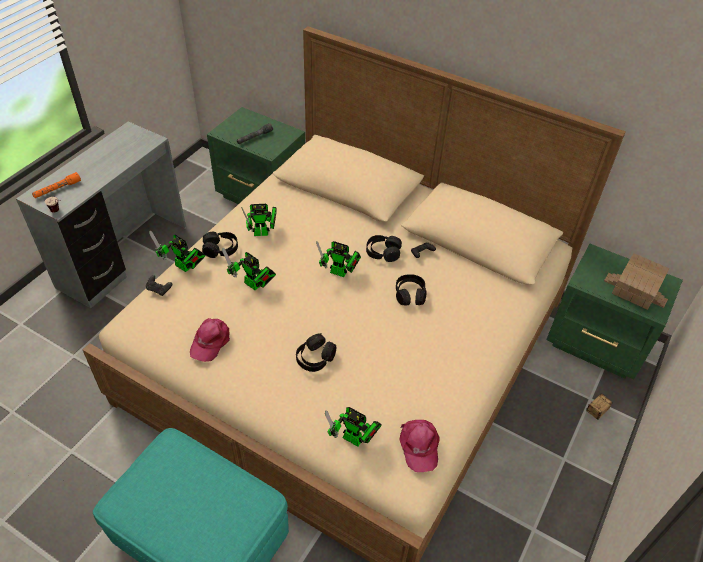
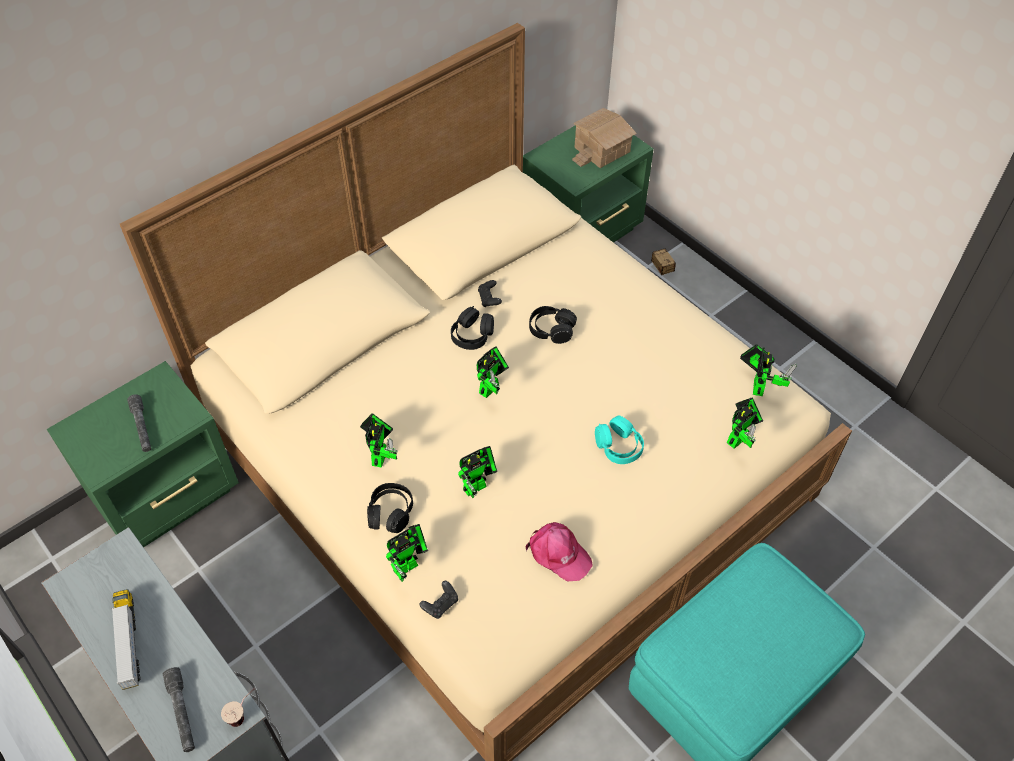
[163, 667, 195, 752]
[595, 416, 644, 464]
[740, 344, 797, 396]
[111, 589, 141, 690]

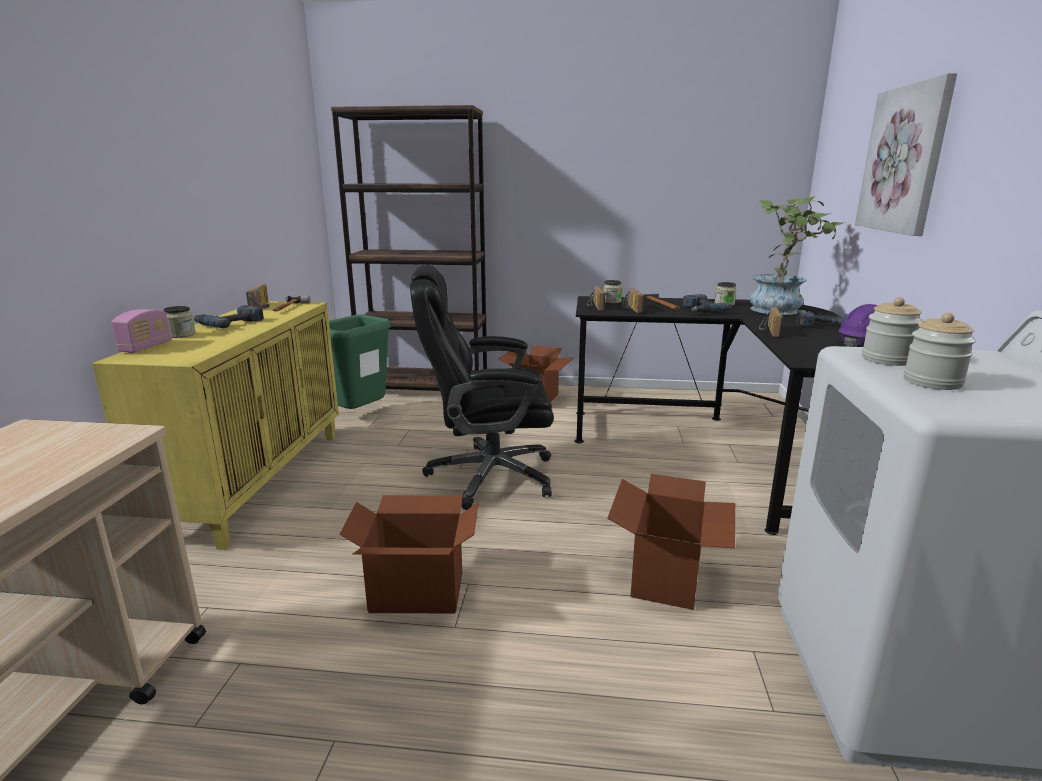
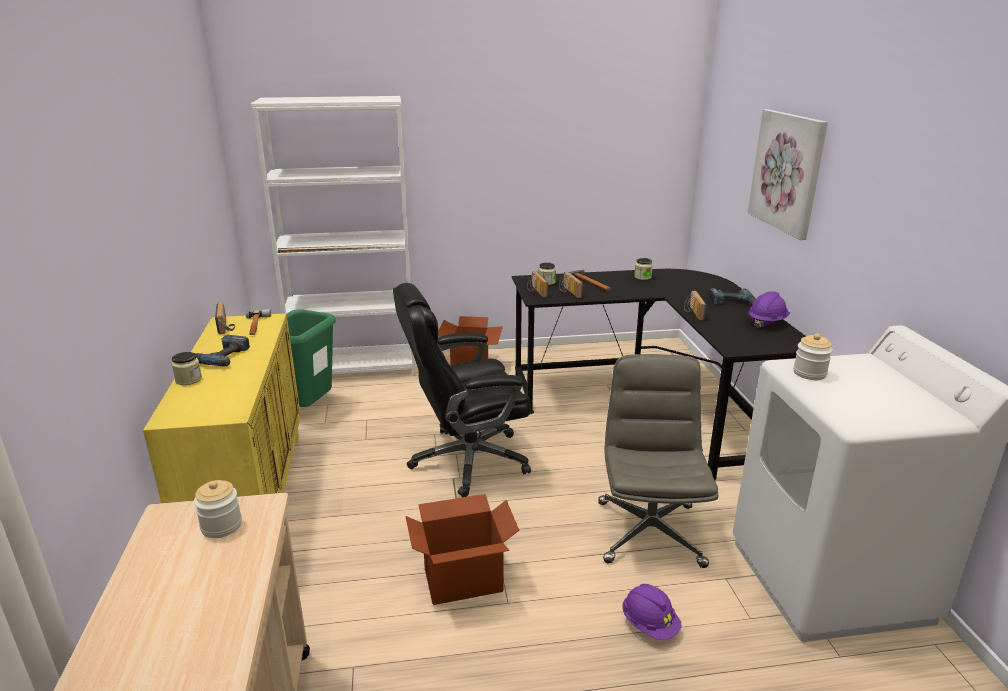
[251, 96, 416, 376]
[750, 196, 844, 315] (first image)
[683, 294, 732, 313] (first image)
[111, 309, 171, 353] (first image)
[194, 480, 242, 538]
[598, 354, 718, 568]
[622, 584, 681, 640]

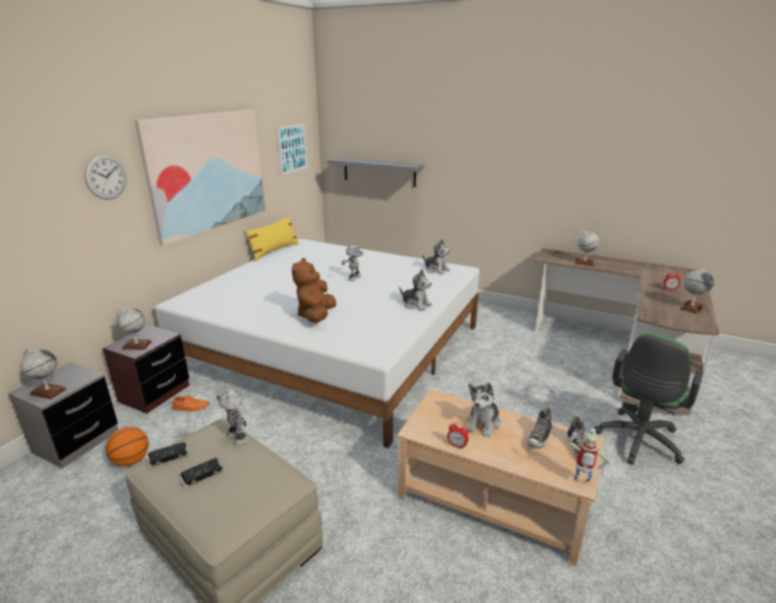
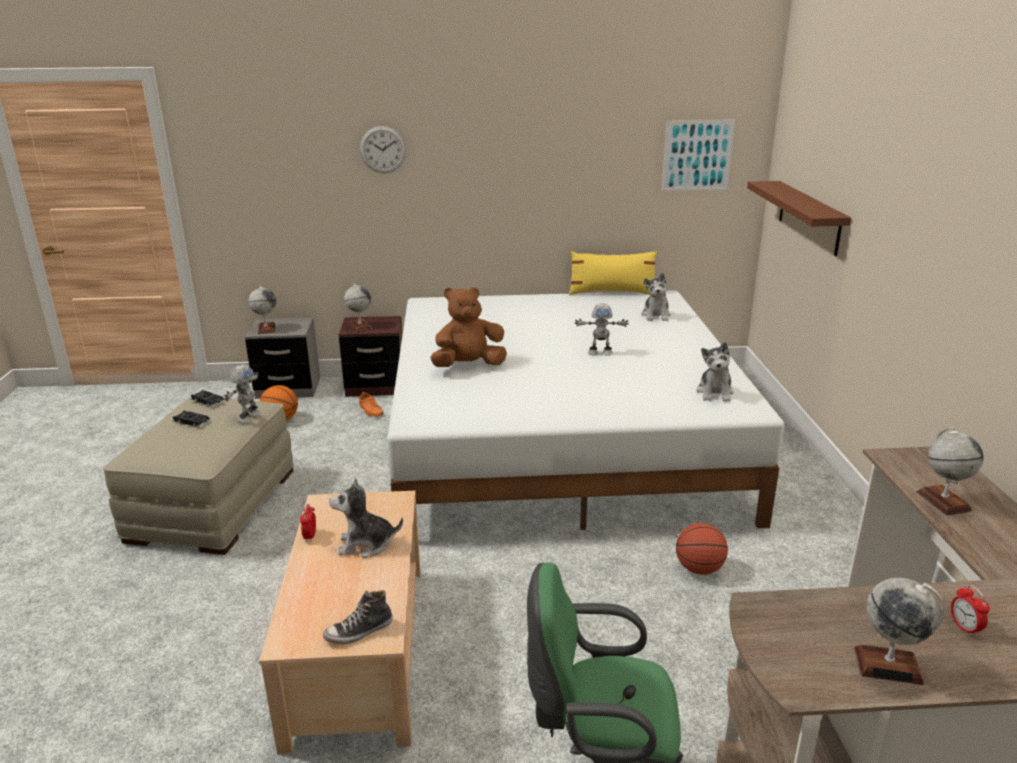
[135, 110, 265, 246] (first image)
[747, 181, 851, 256]
[642, 273, 671, 321]
[527, 408, 552, 448] (first image)
[568, 428, 609, 484] (first image)
[676, 523, 728, 575]

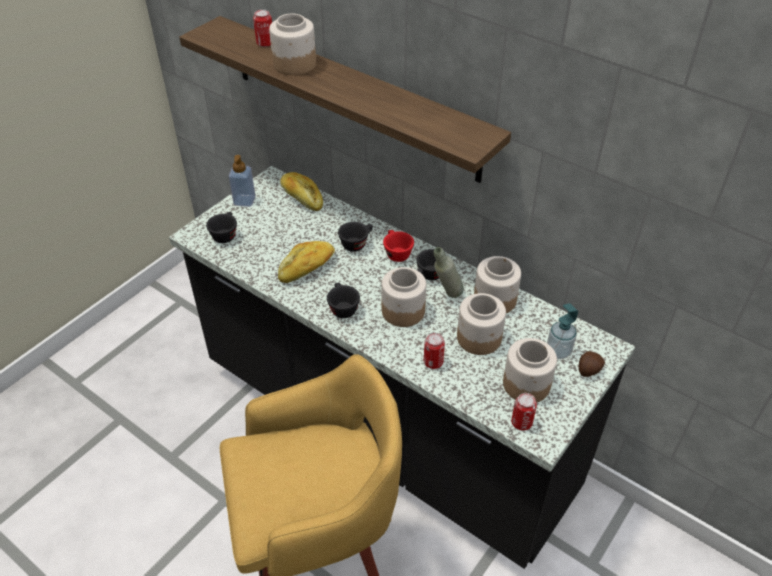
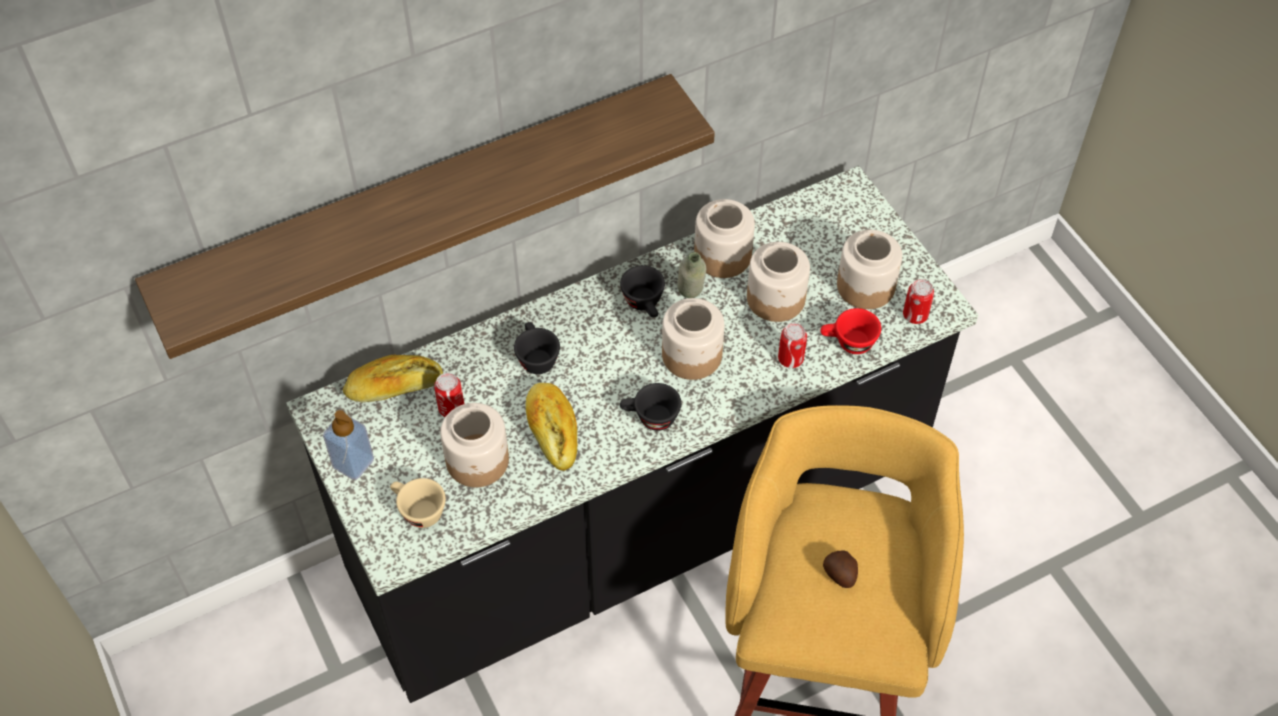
[434, 373, 464, 417]
[440, 403, 509, 487]
[390, 478, 446, 528]
[820, 308, 881, 354]
[547, 303, 578, 359] (first image)
[823, 550, 858, 588]

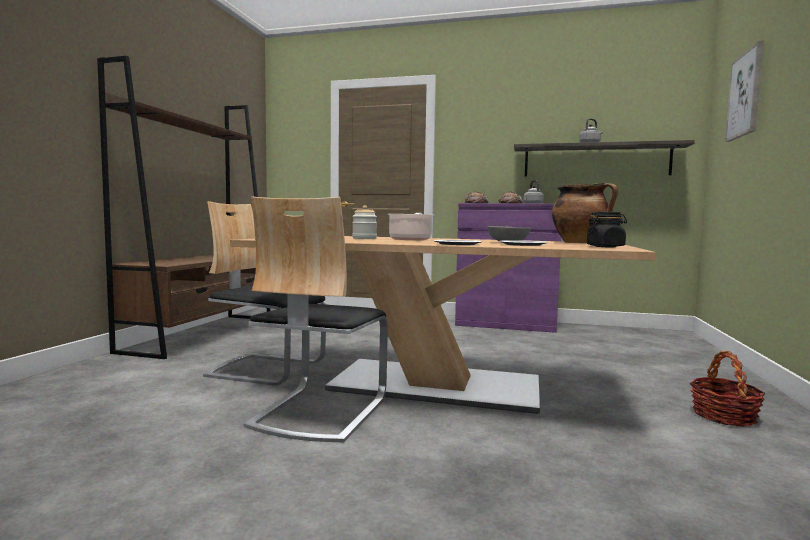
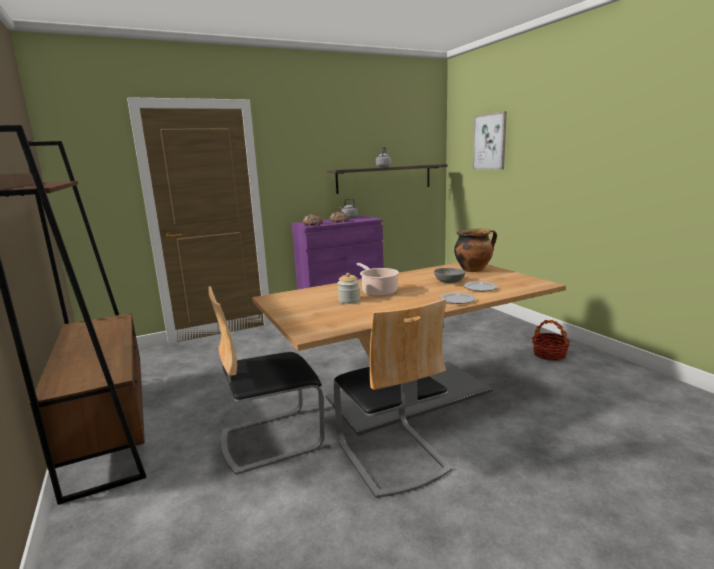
[587, 212, 627, 247] (first image)

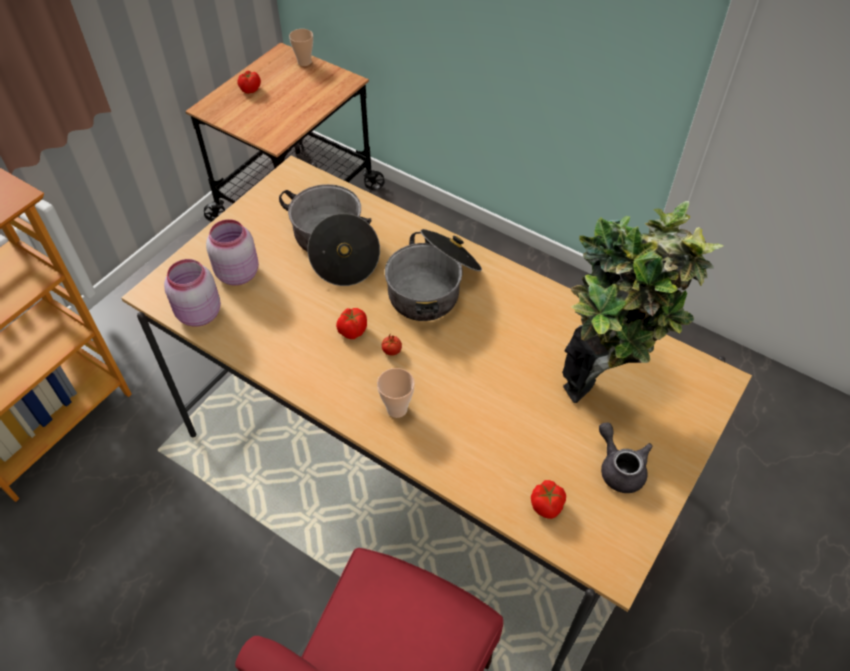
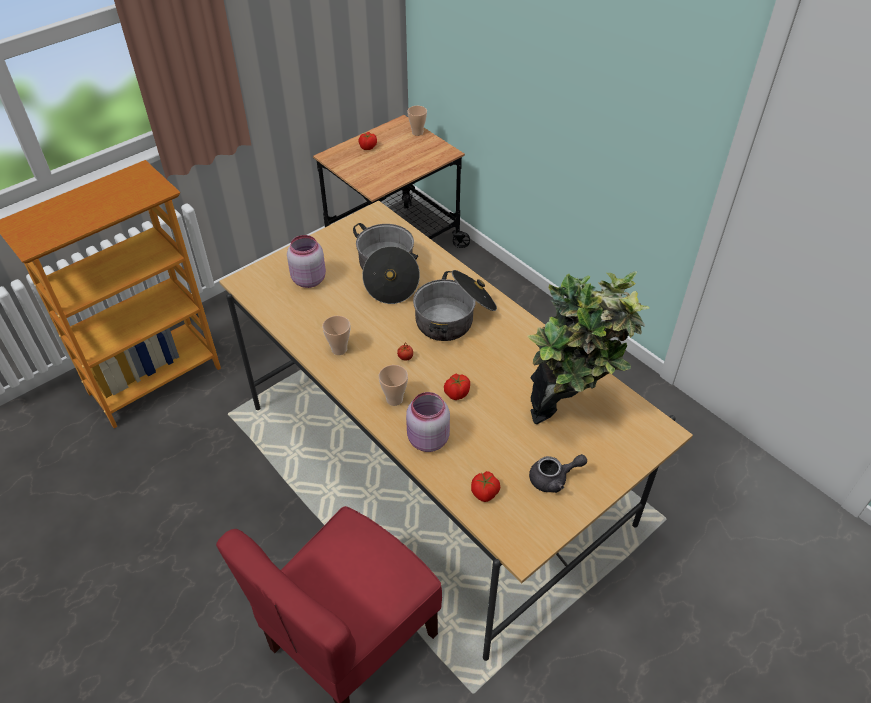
[406, 392, 450, 452]
[444, 373, 470, 400]
[529, 454, 587, 493]
[322, 316, 350, 355]

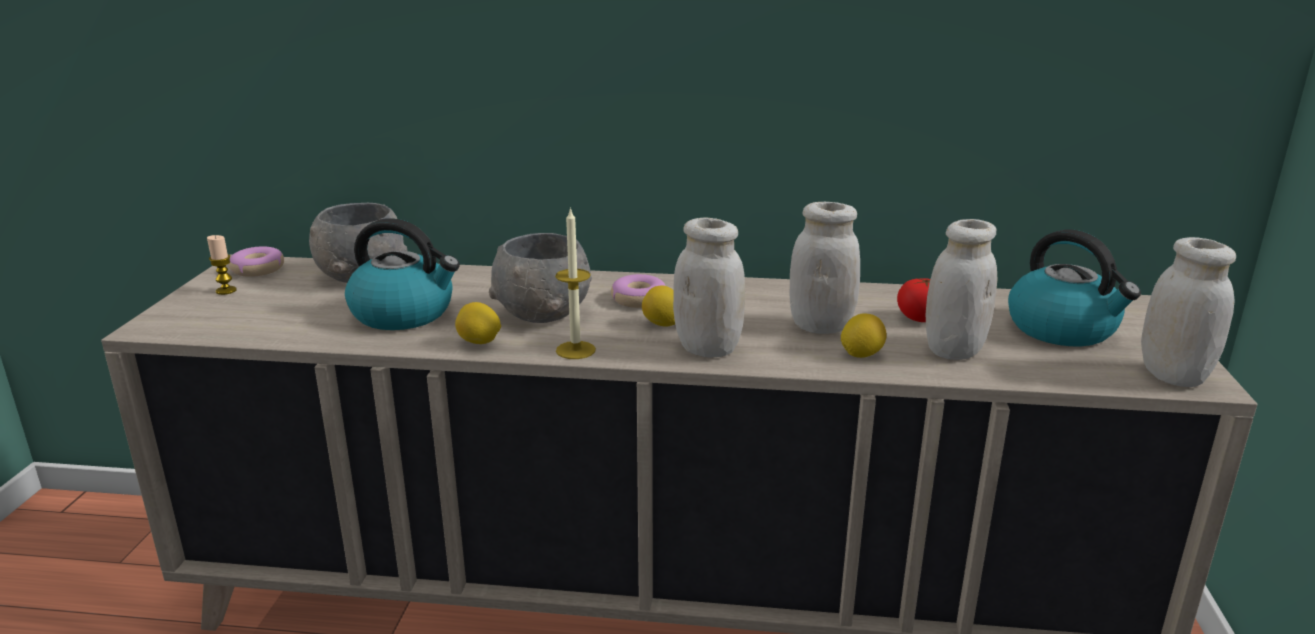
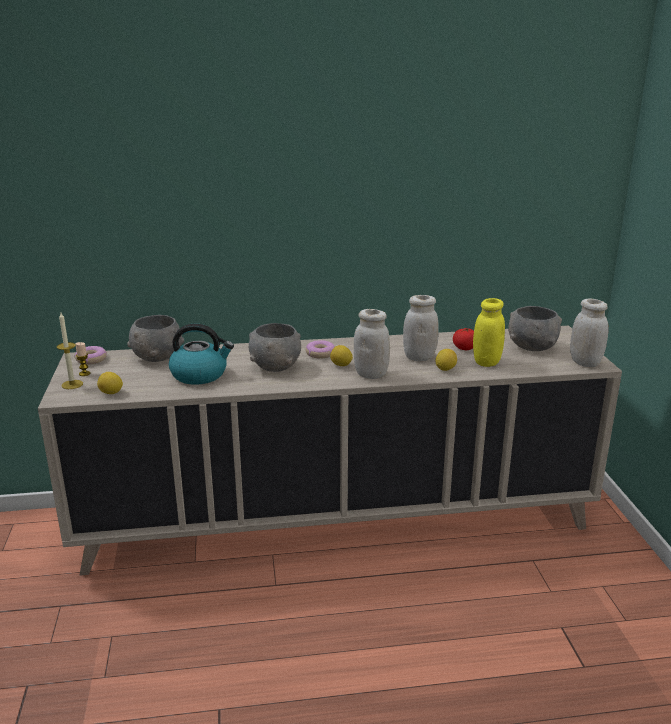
[57, 313, 83, 389]
[473, 298, 505, 367]
[508, 306, 562, 351]
[97, 372, 123, 394]

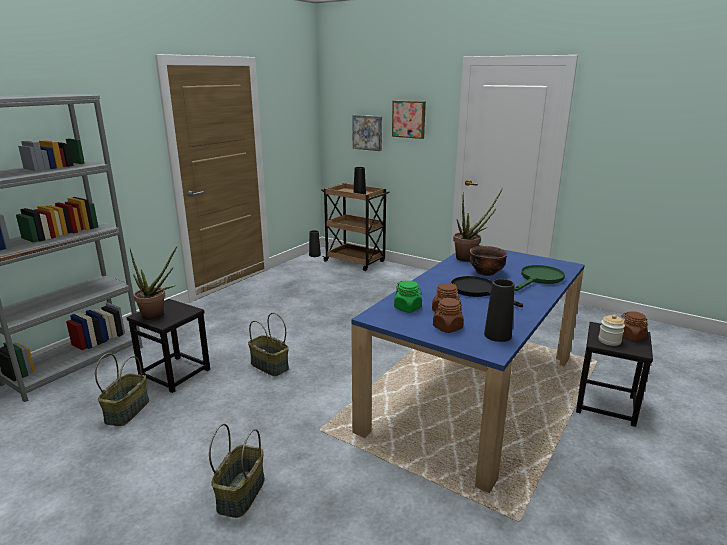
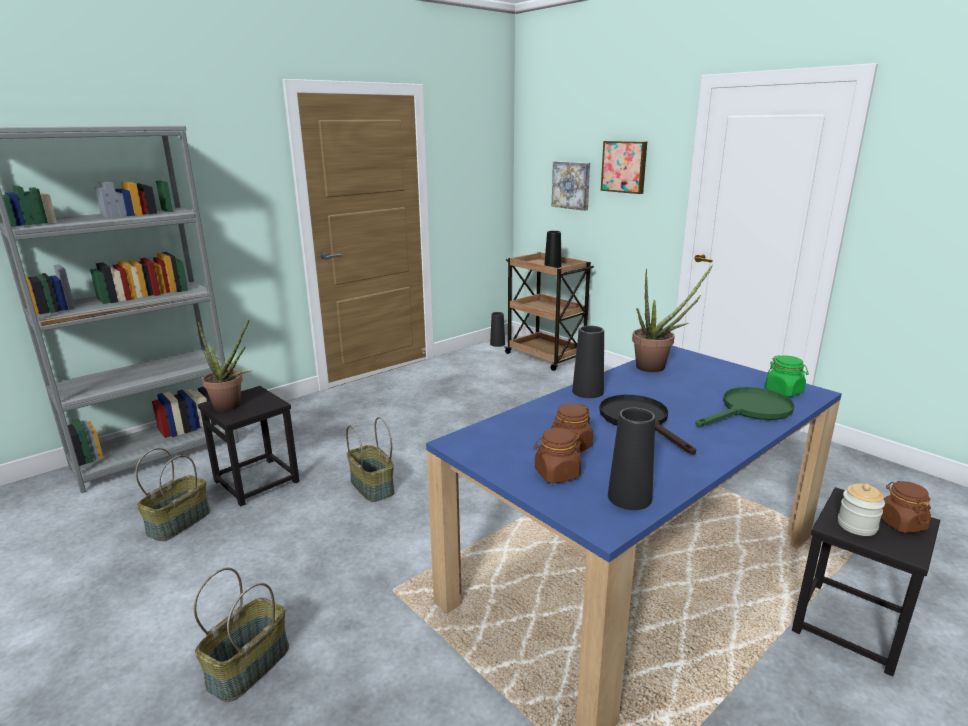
[470, 246, 508, 276] (first image)
[765, 355, 809, 397]
[572, 326, 604, 398]

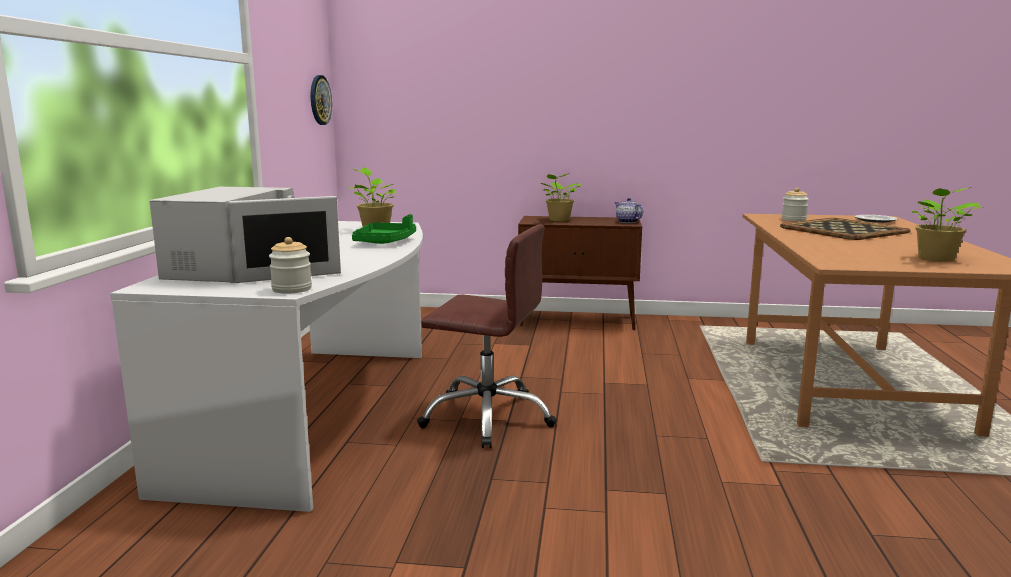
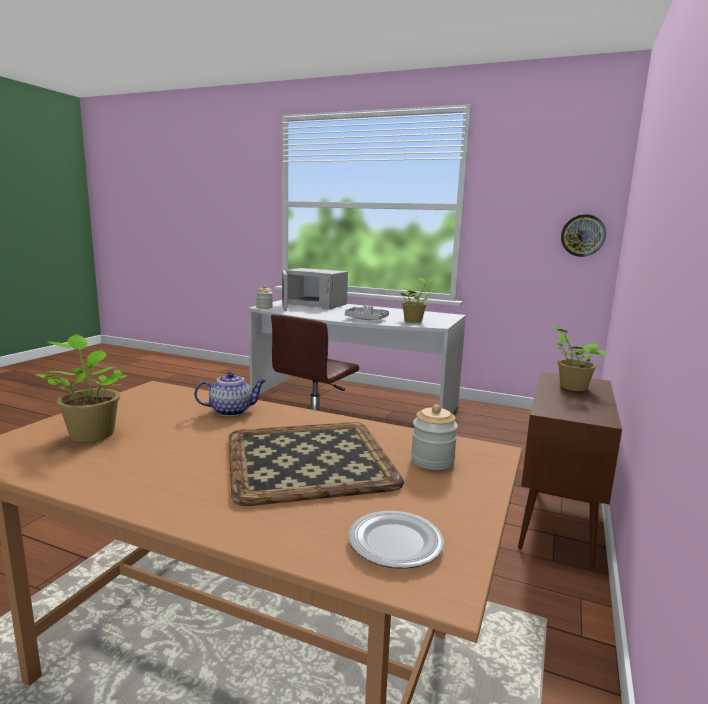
[194, 372, 266, 416]
[345, 306, 389, 320]

